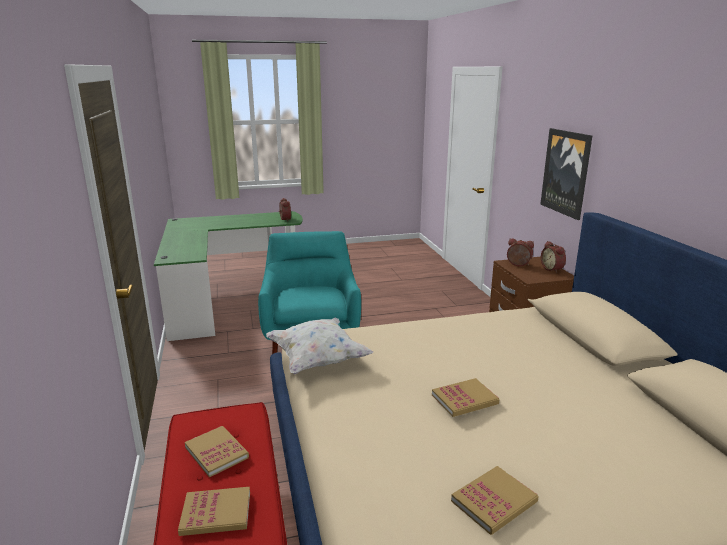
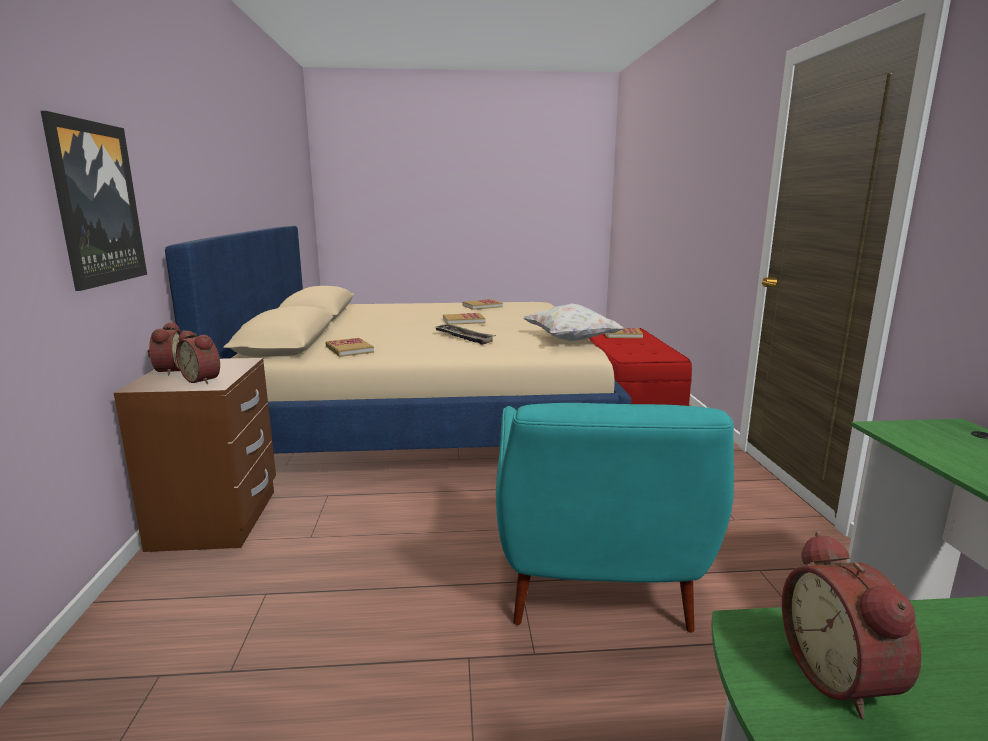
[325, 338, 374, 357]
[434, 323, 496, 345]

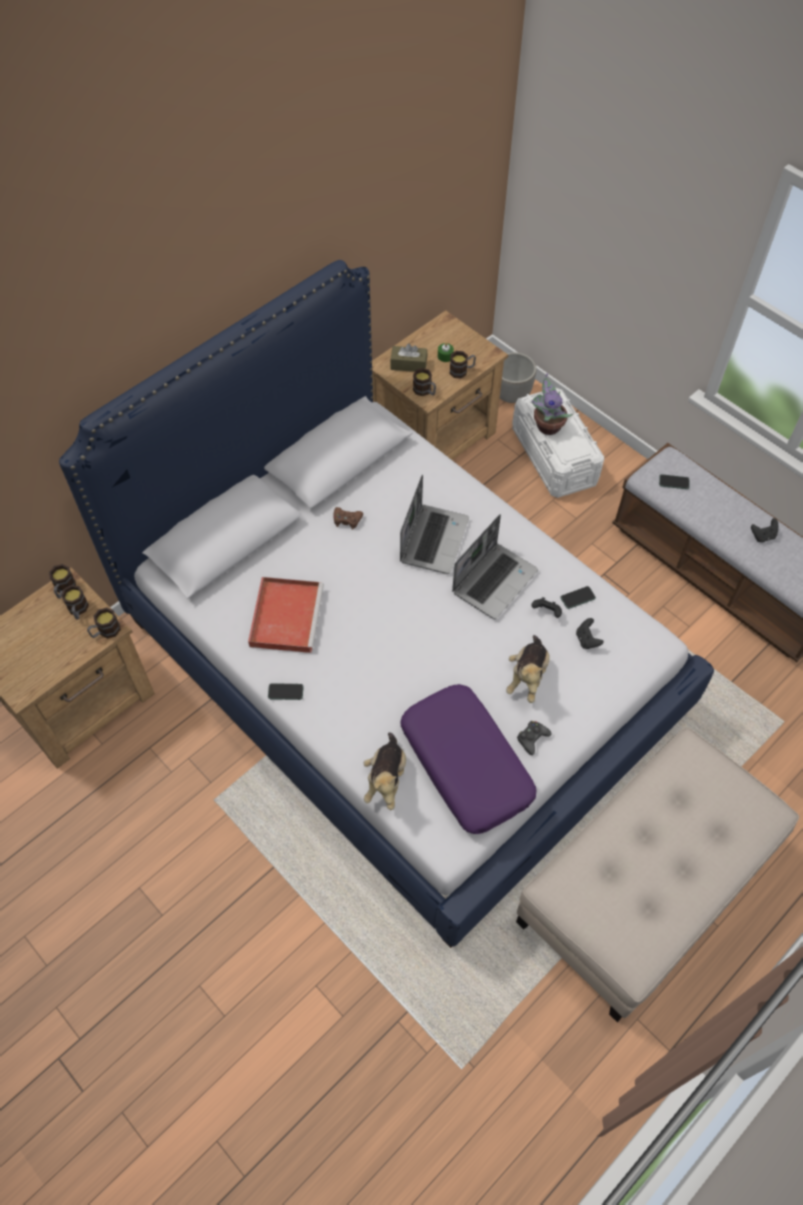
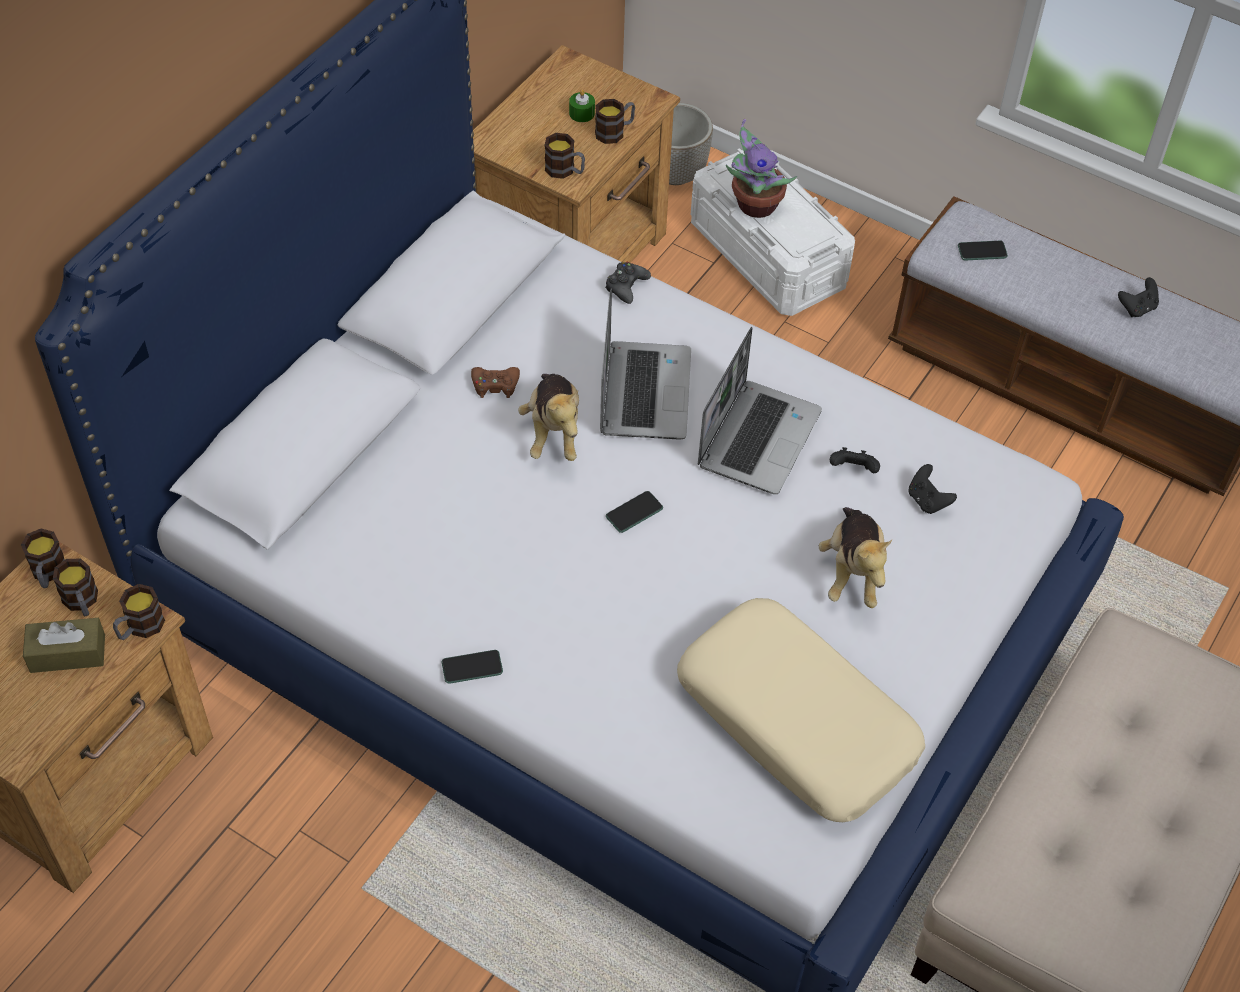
[23, 618, 105, 673]
[248, 577, 324, 653] (first image)
[606, 491, 663, 533]
[677, 598, 925, 822]
[605, 262, 651, 304]
[518, 374, 579, 461]

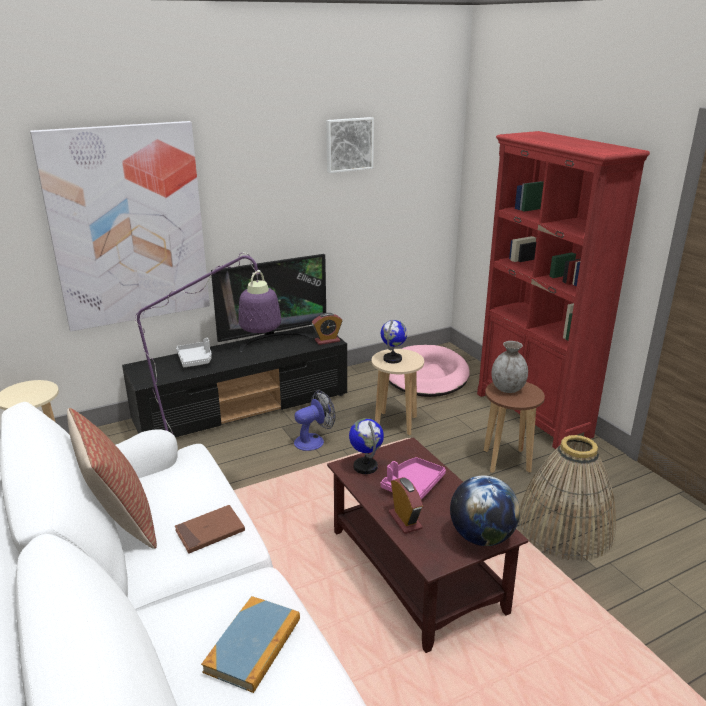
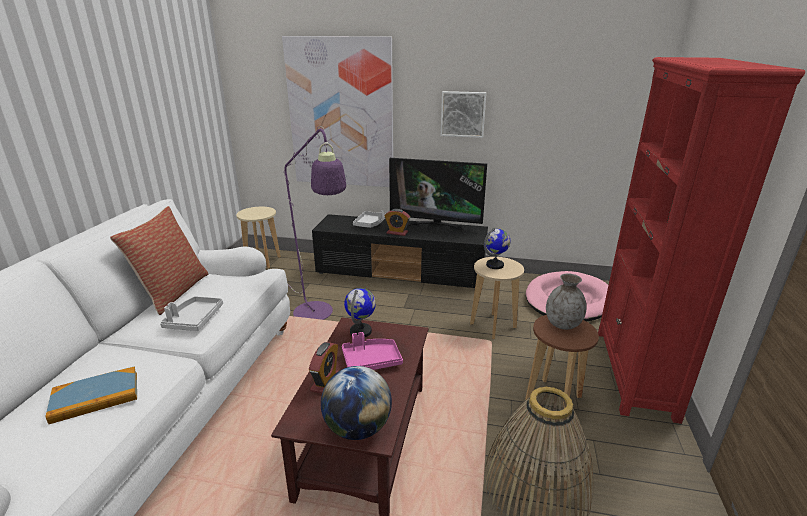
[441, 91, 486, 138]
[385, 209, 410, 236]
[294, 390, 336, 451] (first image)
[160, 296, 223, 331]

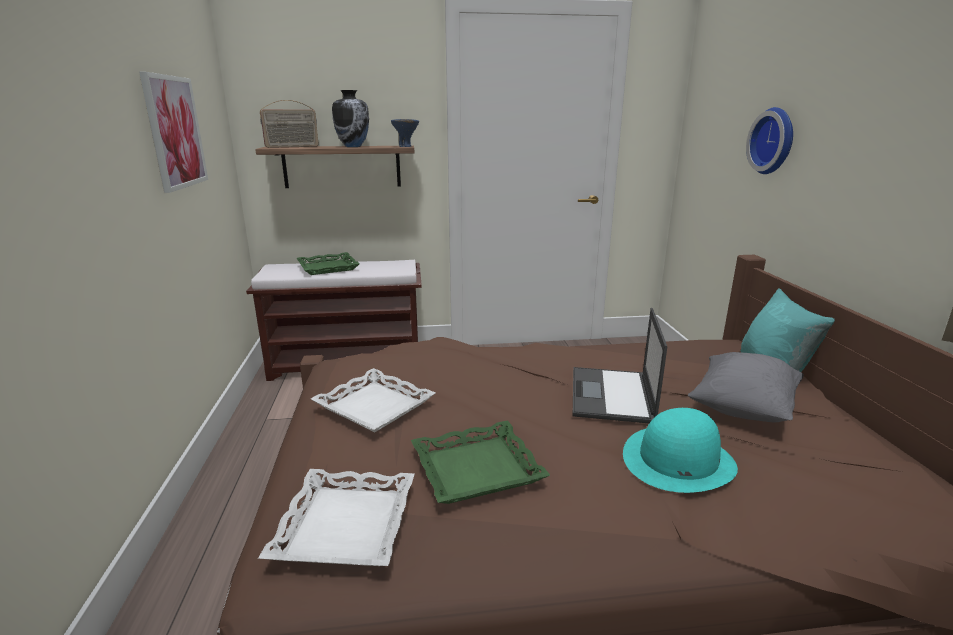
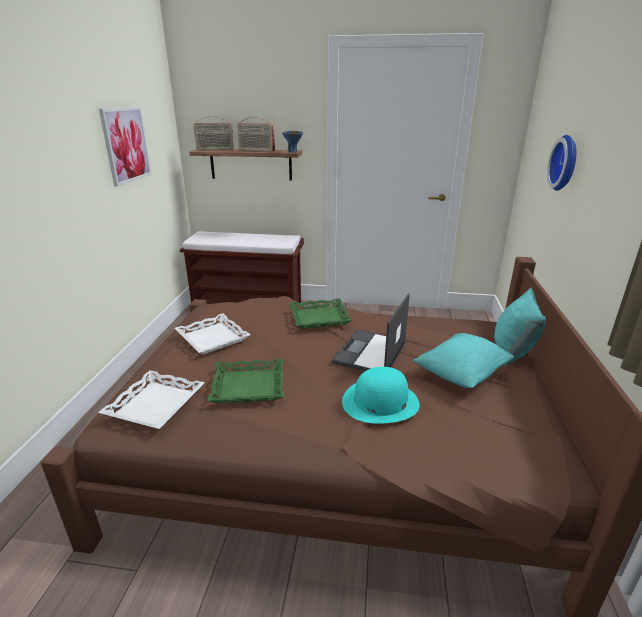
[237, 117, 275, 152]
[289, 298, 352, 329]
[413, 333, 514, 388]

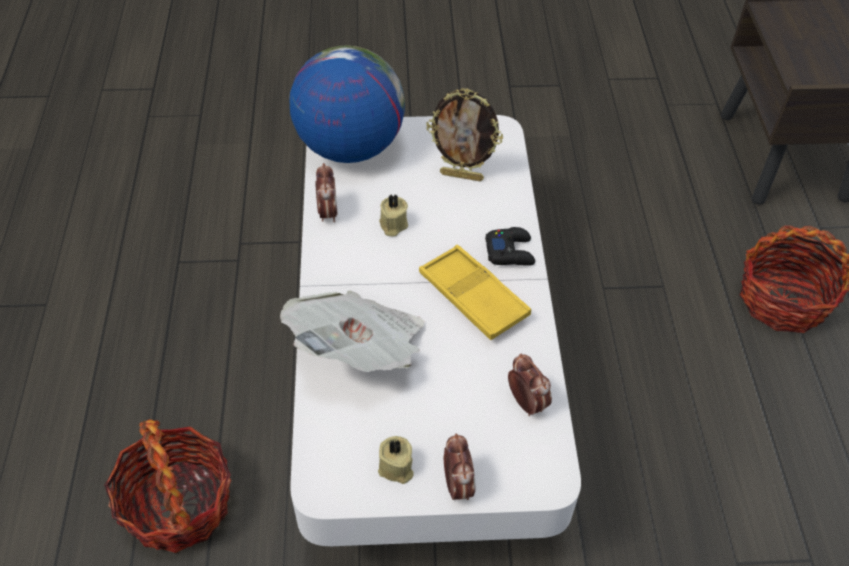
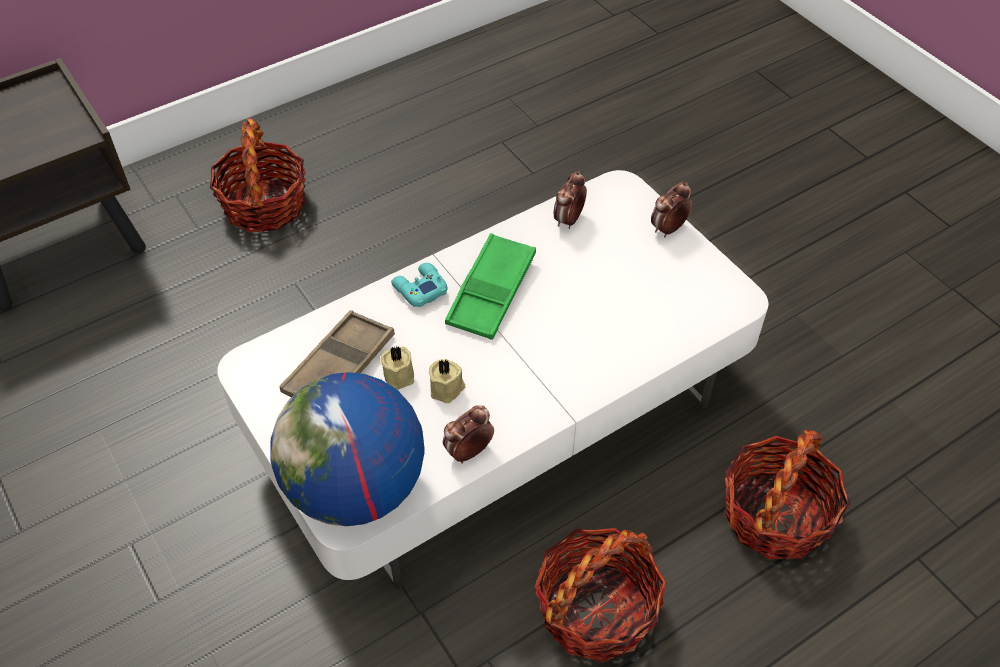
[280, 310, 395, 397]
[391, 263, 448, 307]
[445, 233, 536, 340]
[280, 291, 424, 372] (first image)
[380, 345, 414, 390]
[534, 528, 667, 663]

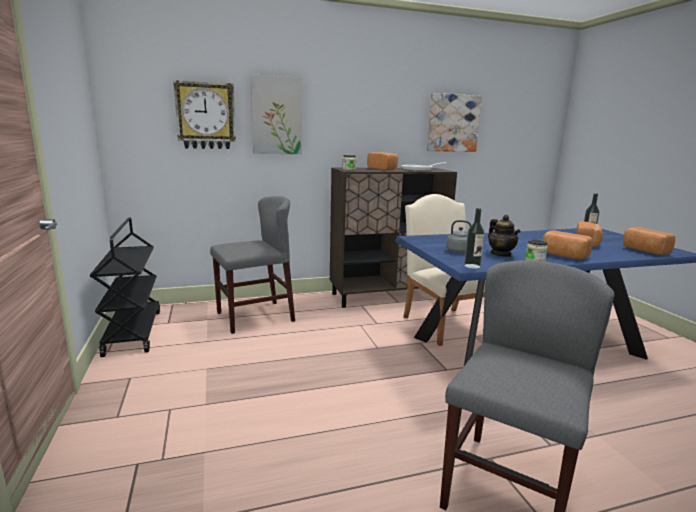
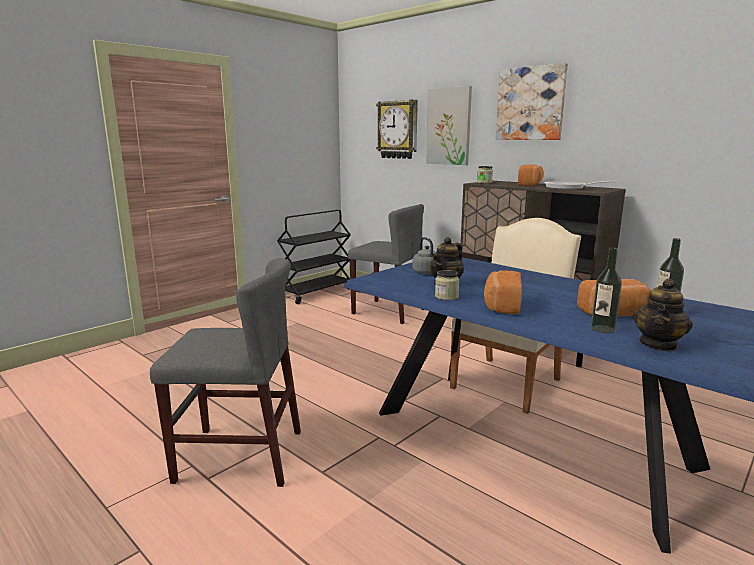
[496, 63, 568, 140]
[591, 248, 622, 334]
[633, 278, 693, 352]

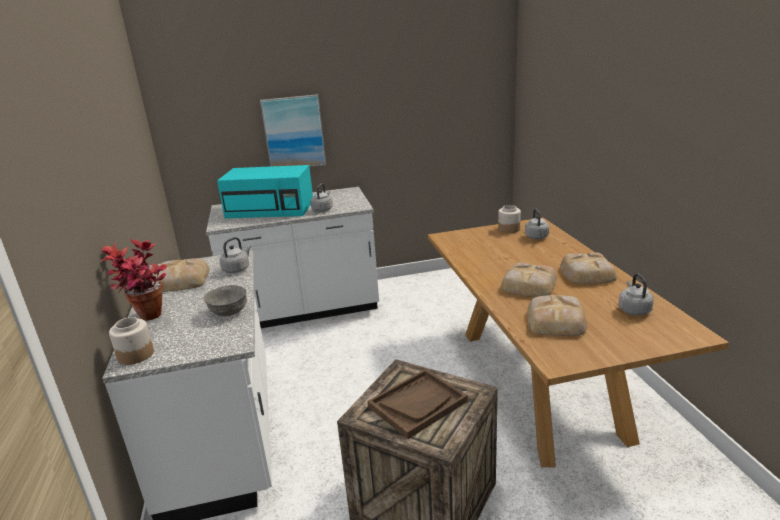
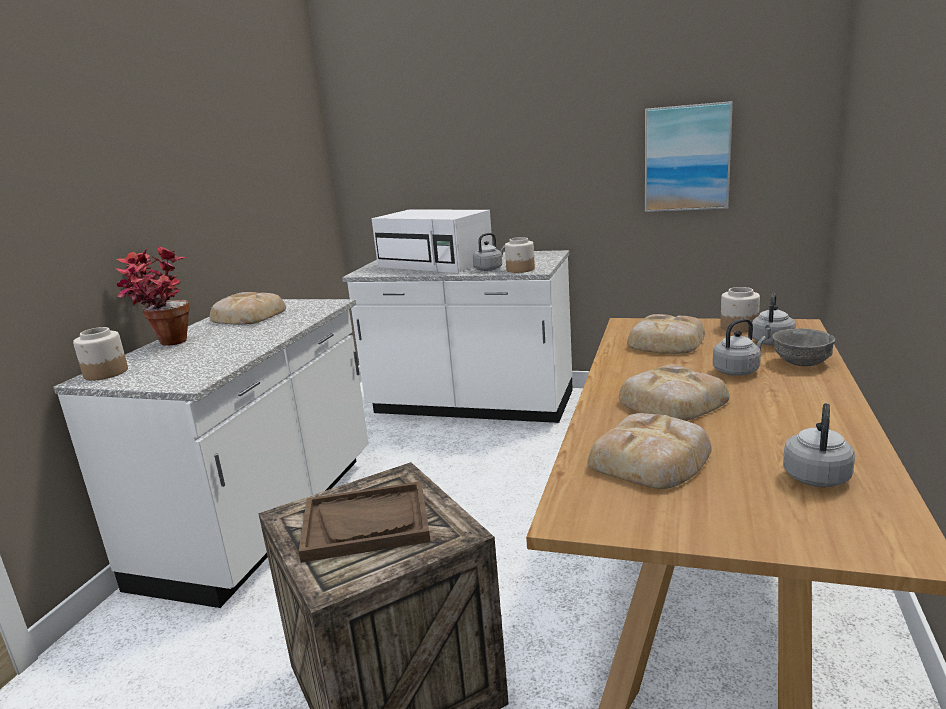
[645, 101, 733, 212]
[371, 209, 492, 273]
[713, 318, 766, 376]
[627, 314, 705, 354]
[772, 328, 835, 366]
[505, 237, 535, 273]

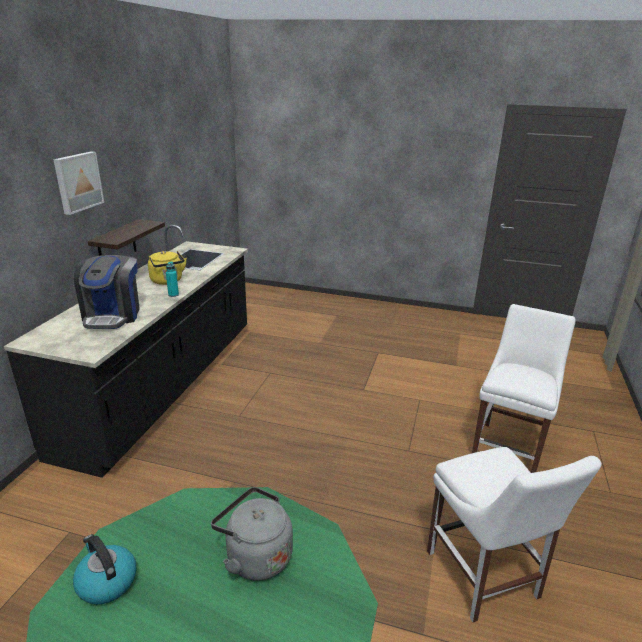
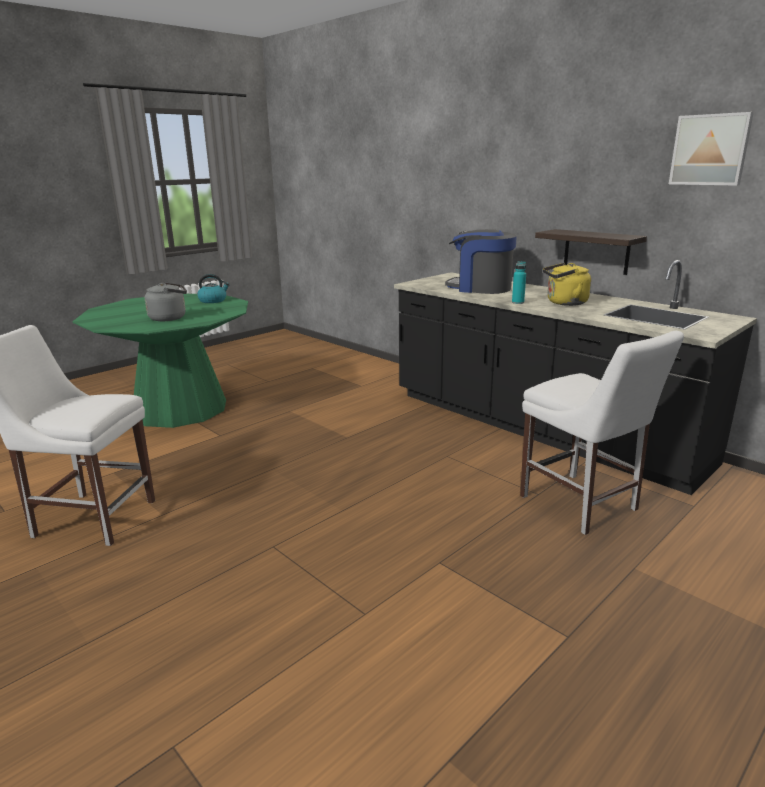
[669, 112, 754, 186]
[520, 331, 684, 535]

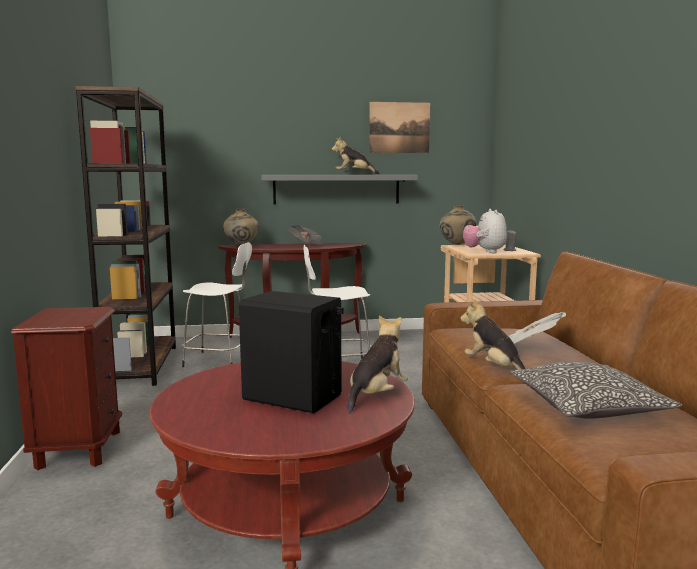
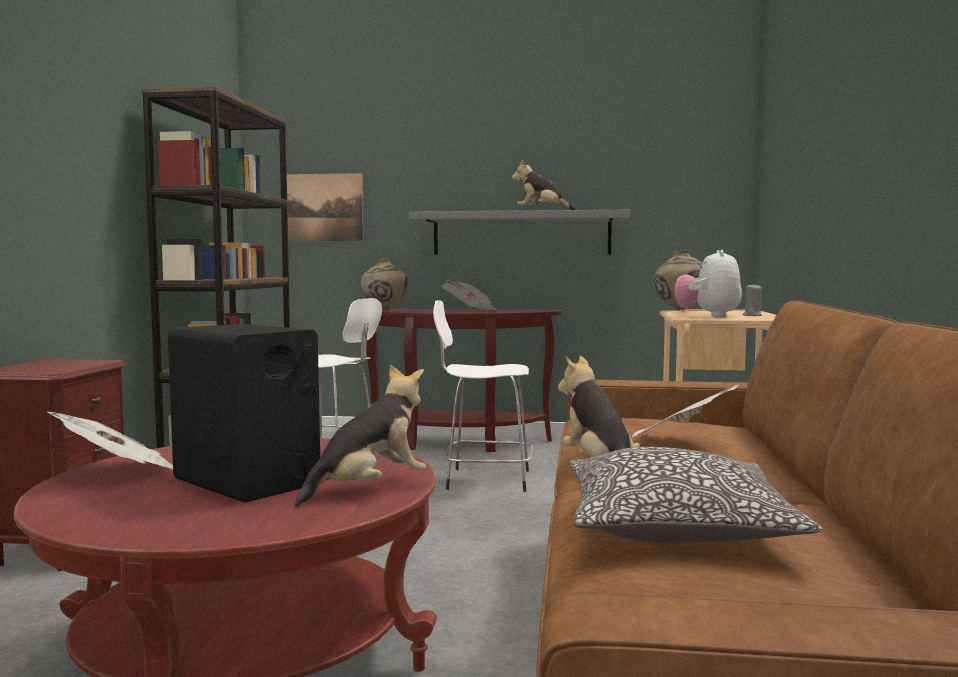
[287, 173, 363, 242]
[47, 412, 173, 469]

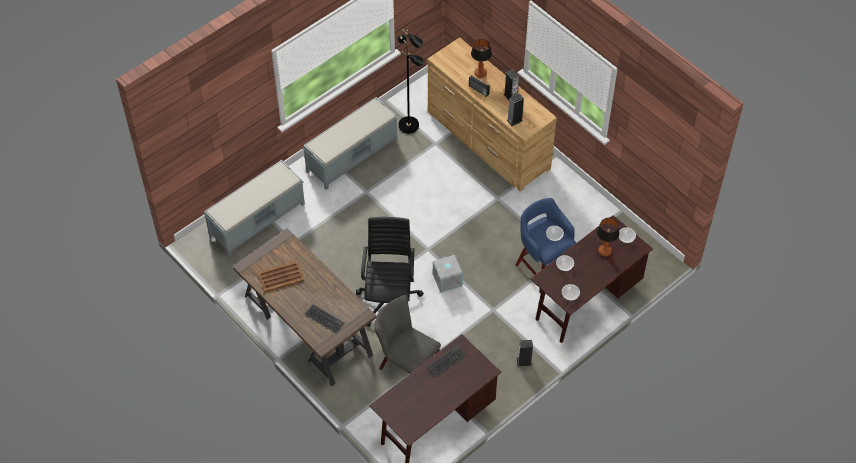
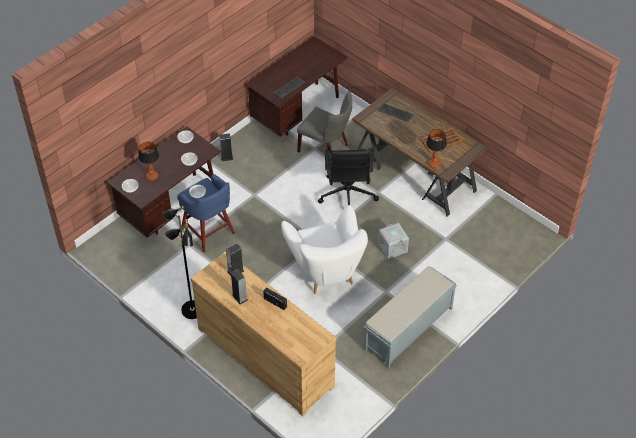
[162, 206, 197, 319]
[426, 129, 447, 168]
[203, 160, 305, 256] (first image)
[378, 223, 409, 259]
[281, 205, 368, 294]

